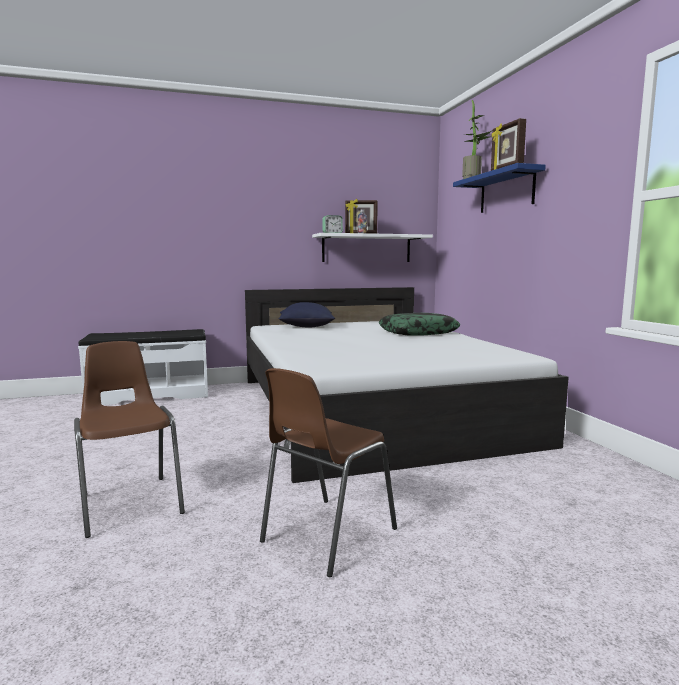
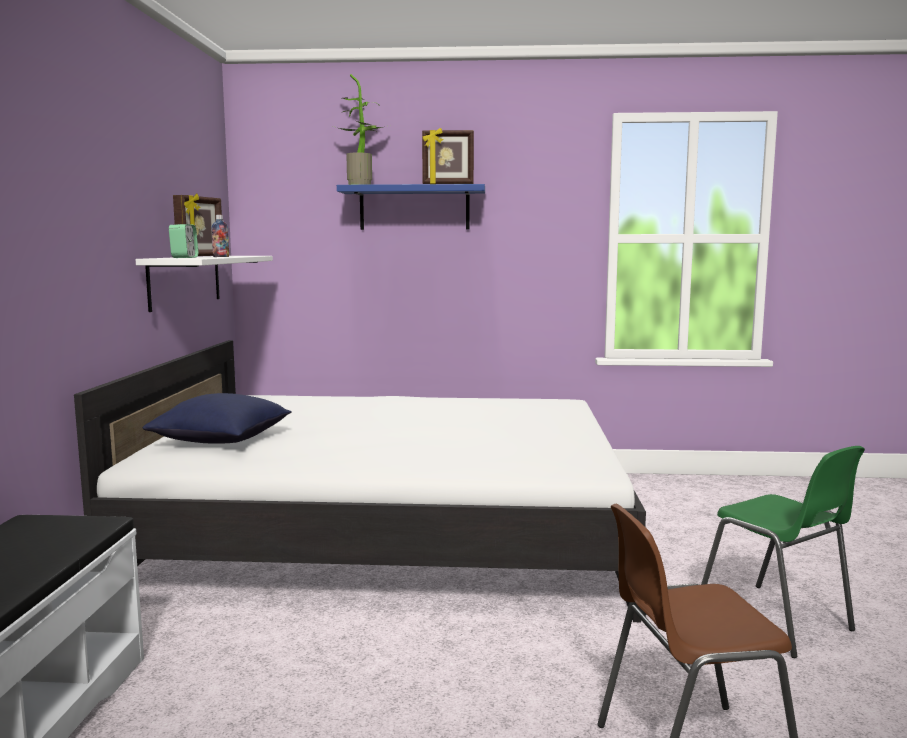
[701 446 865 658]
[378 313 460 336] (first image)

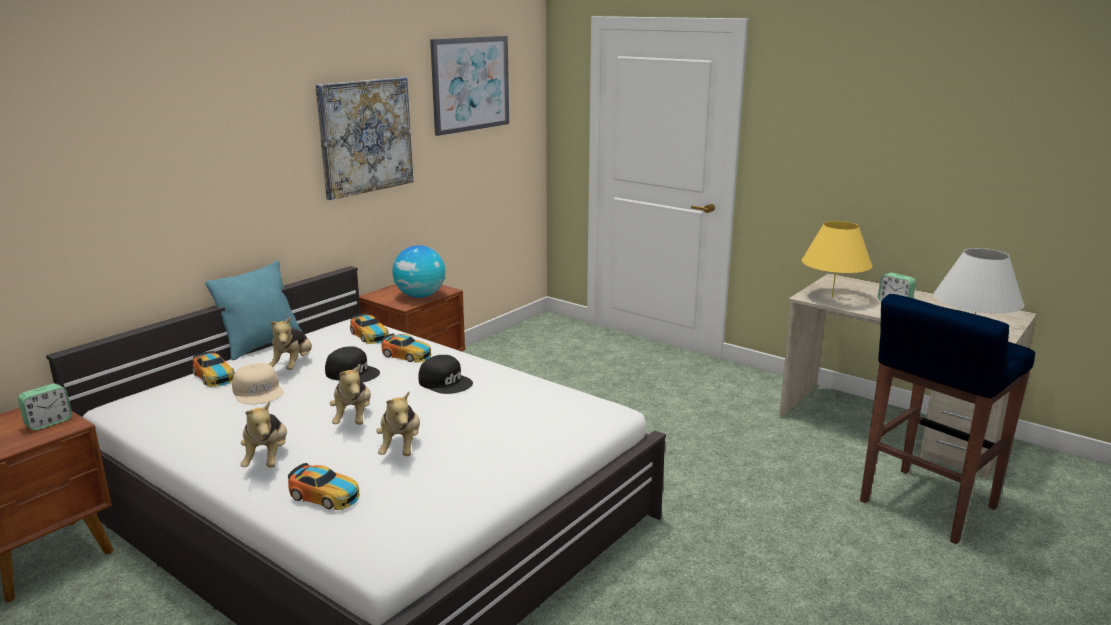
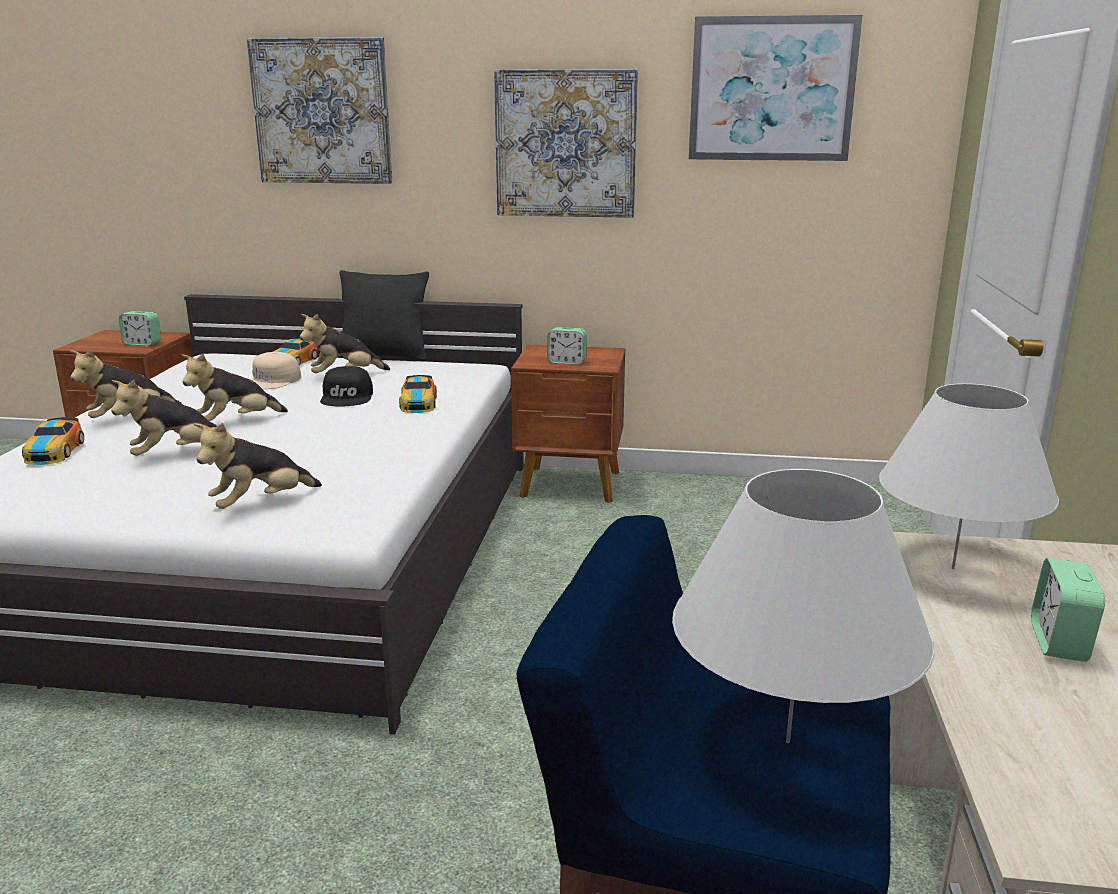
[337 270 429 361]
[350 313 389 344] (first image)
[547 327 587 365]
[418 355 473 394] (first image)
[879 383 1059 569]
[194 423 322 509]
[247 37 393 184]

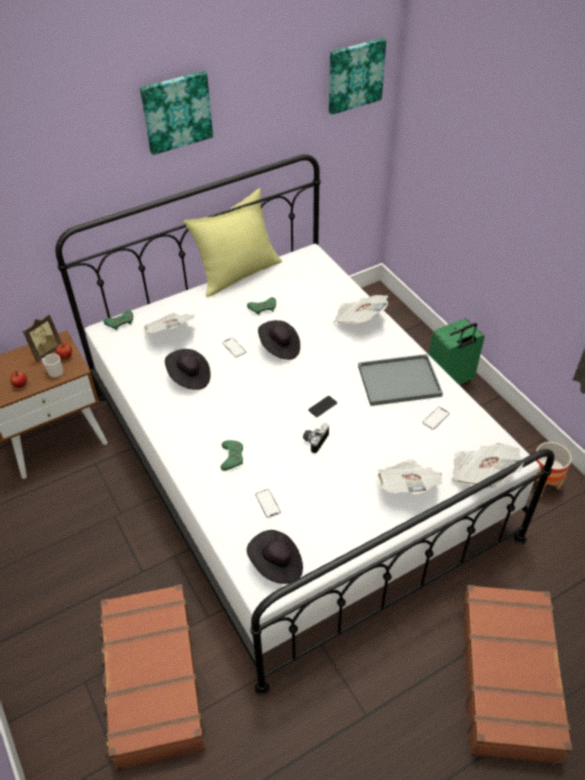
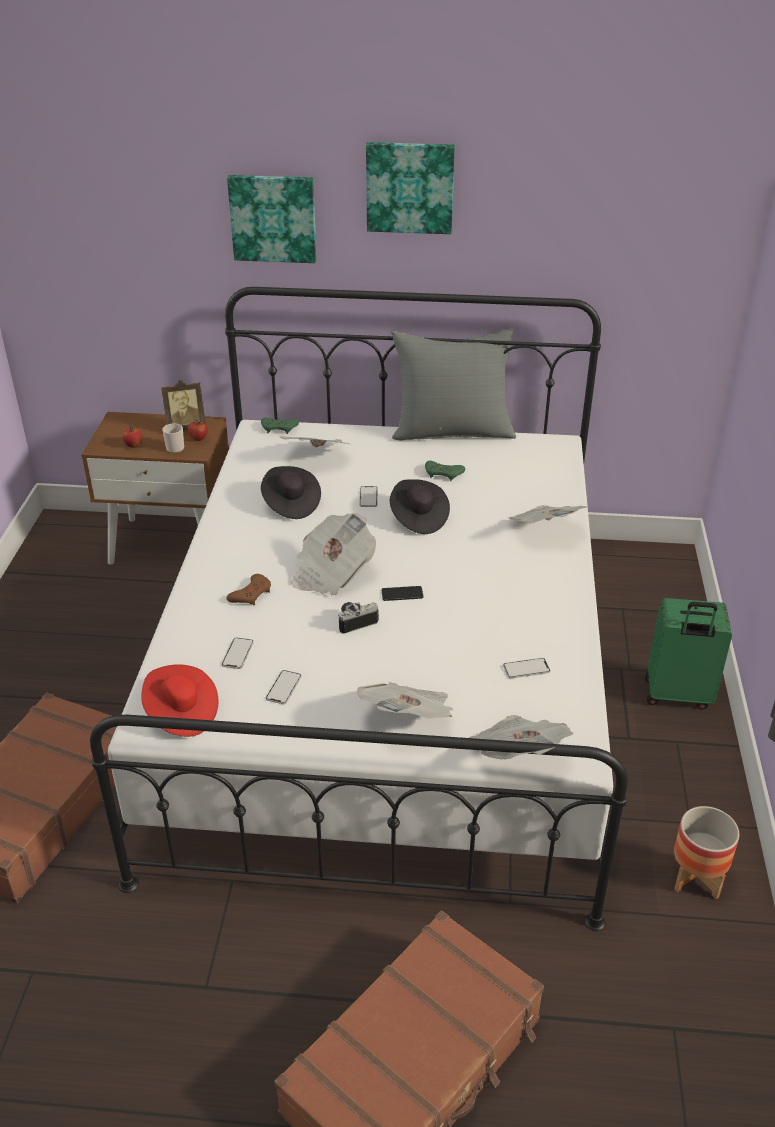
[391 328 516 440]
[226 574 271 605]
[141 664 219 737]
[227 175 317 263]
[358 354 443 406] (first image)
[266 670 302 704]
[291 513 376 595]

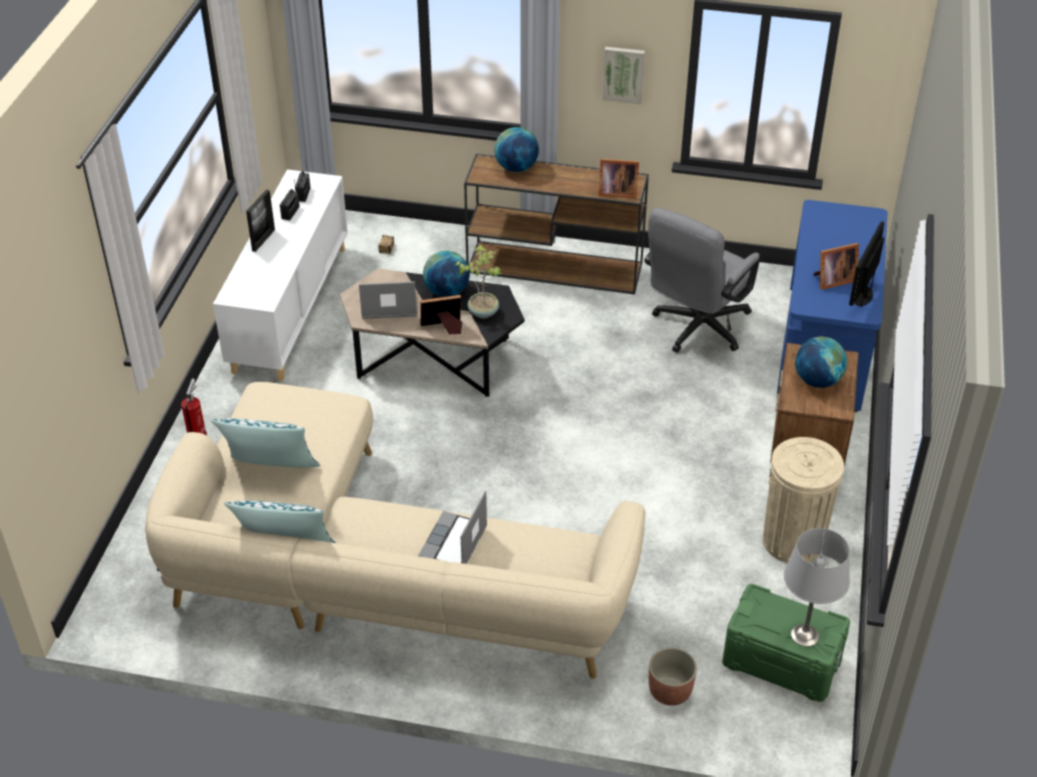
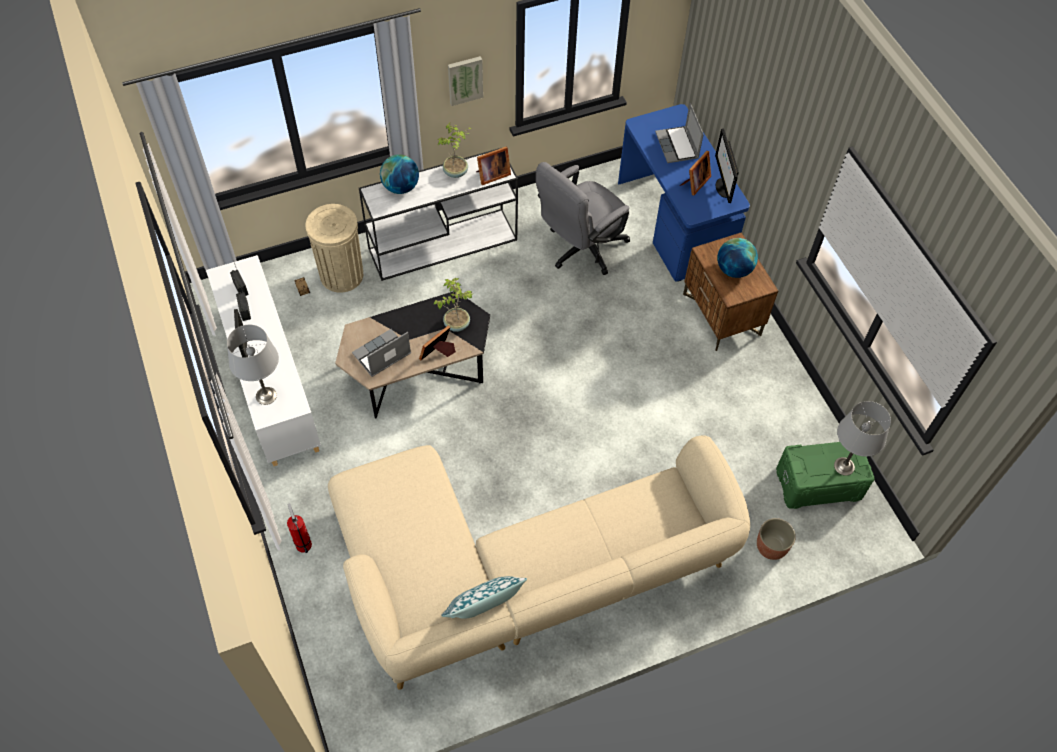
[211 419 320 468] (first image)
[655 103 704 163]
[423 251 470 297] (first image)
[359 148 518 281]
[536 162 630 275]
[305 204 363 293]
[227 325 279 405]
[437 122 471 178]

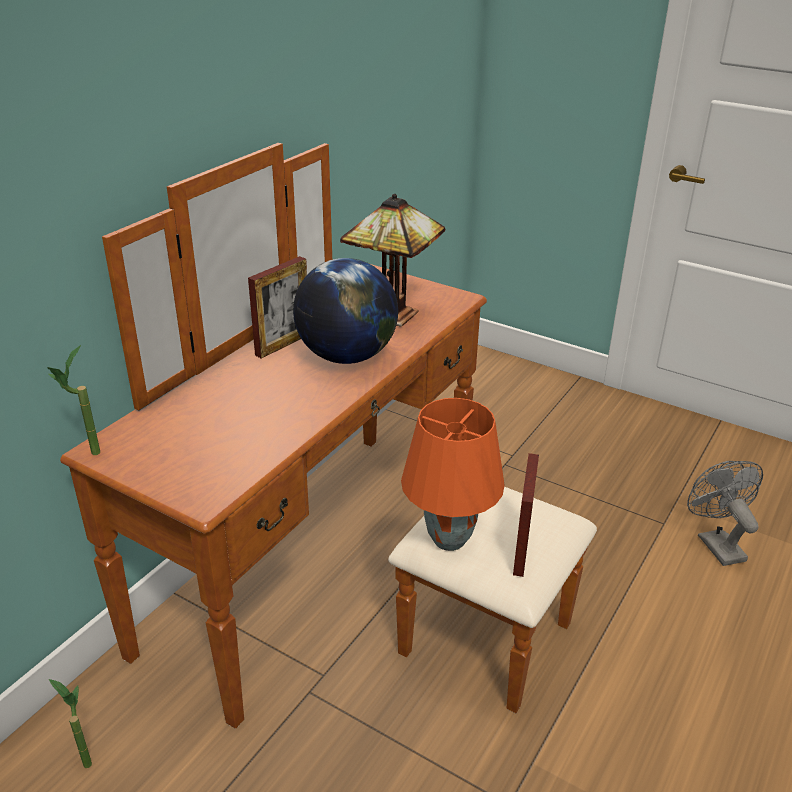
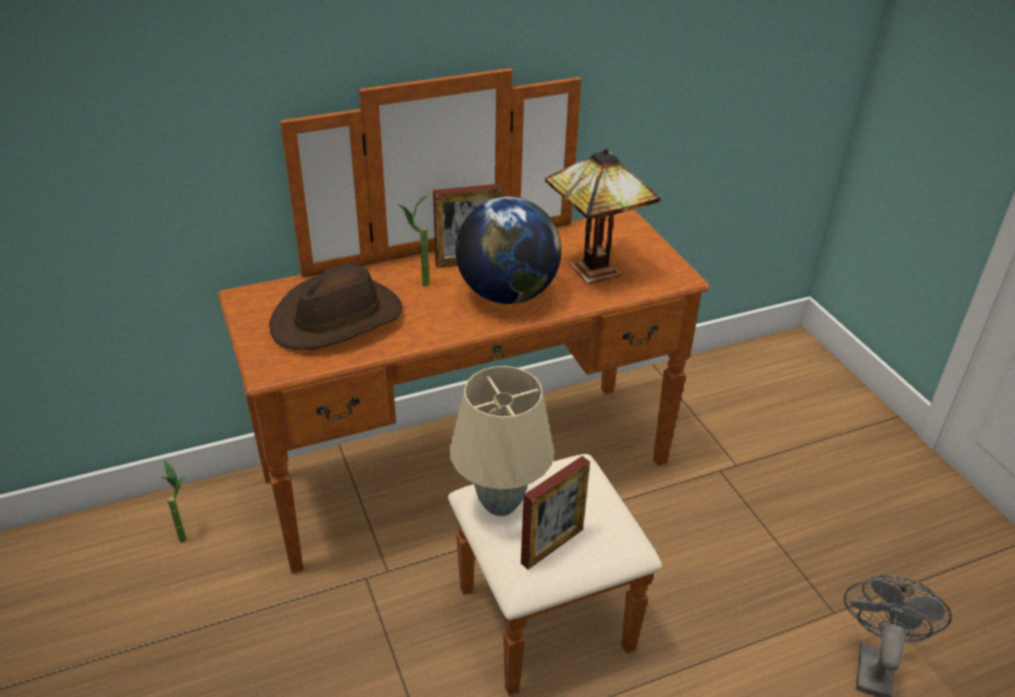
[398 194 429 286]
[450 366 554 516]
[269 264 402 350]

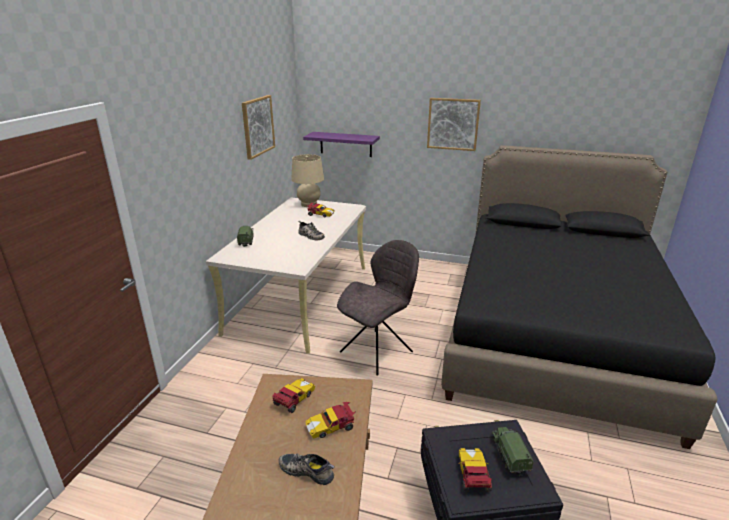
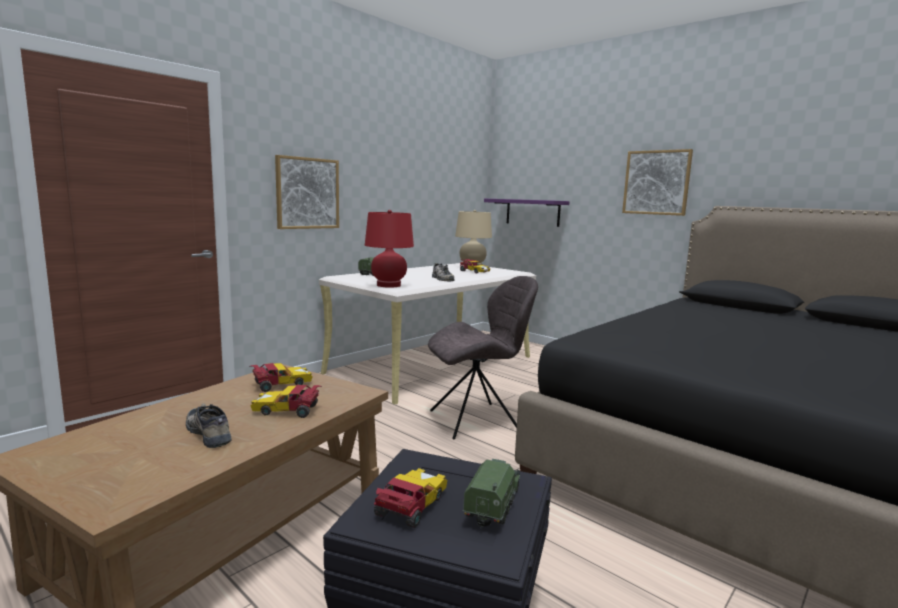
[275 155 339 229]
[365 210 414 288]

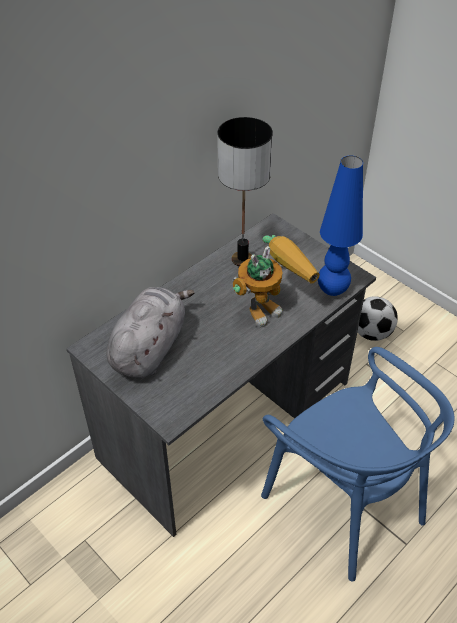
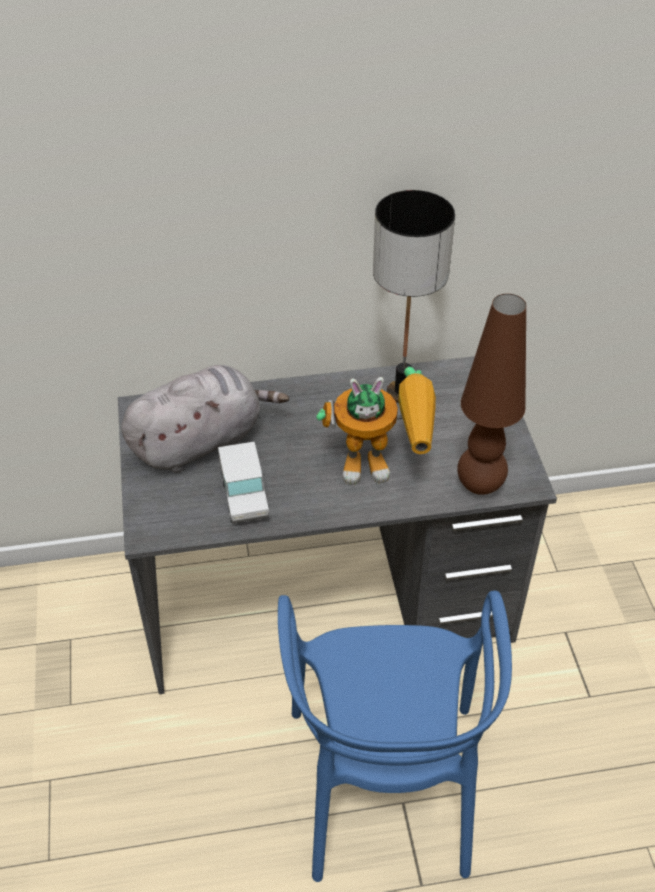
[457 294 526 495]
[358 296 398 341] (first image)
[218 441 269 524]

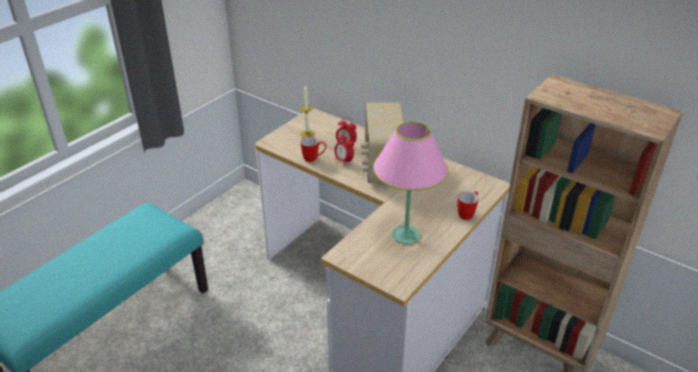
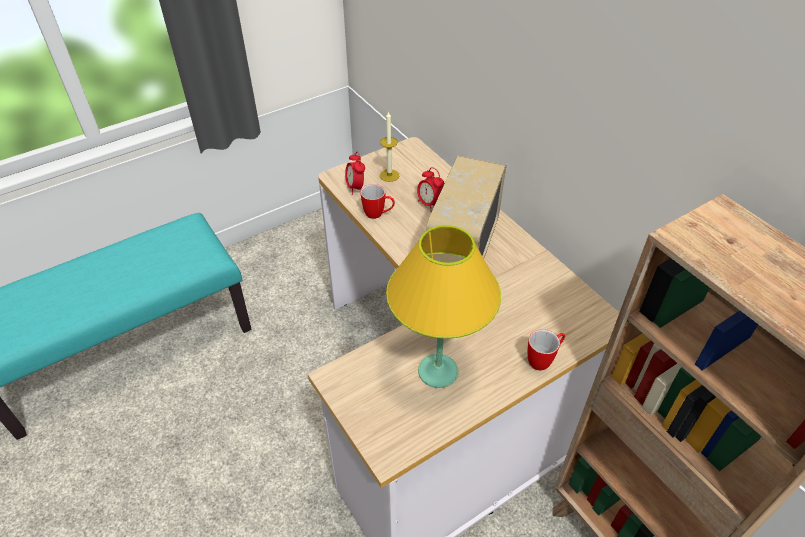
[345 152 365 195]
[386 225 501 388]

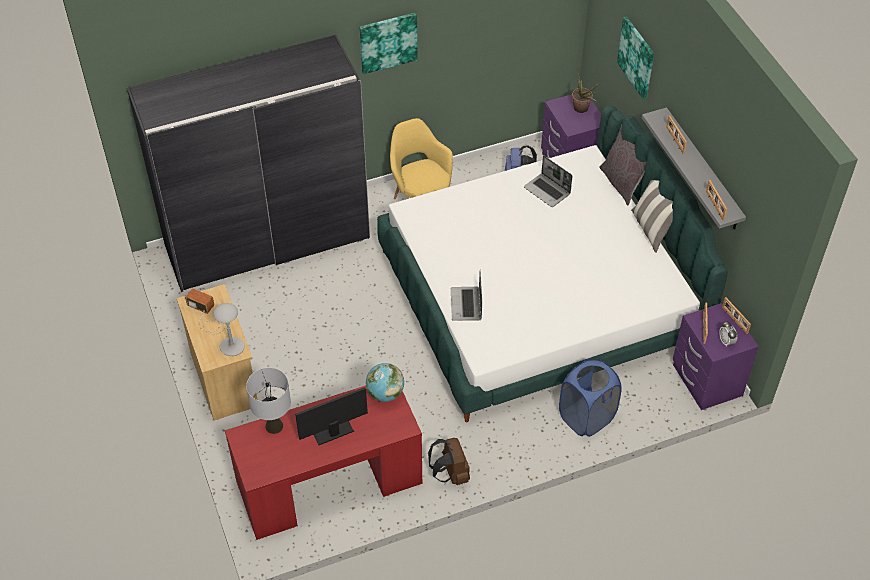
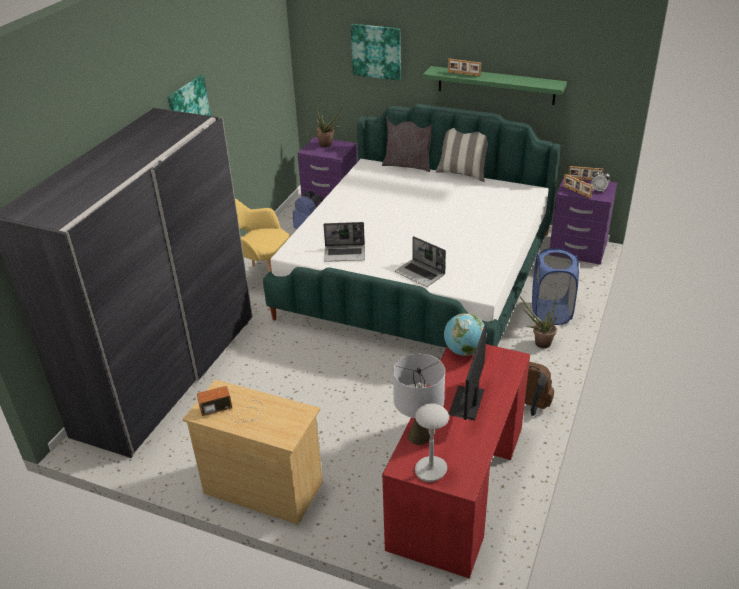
[415 403 449 482]
[323 222 365 262]
[423 66 567 105]
[706 180 727 221] (first image)
[520 296 557 348]

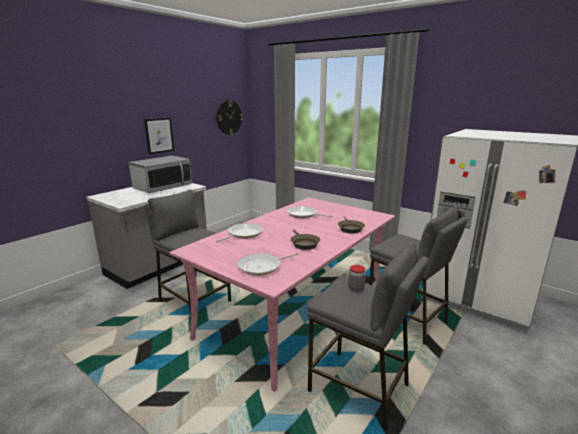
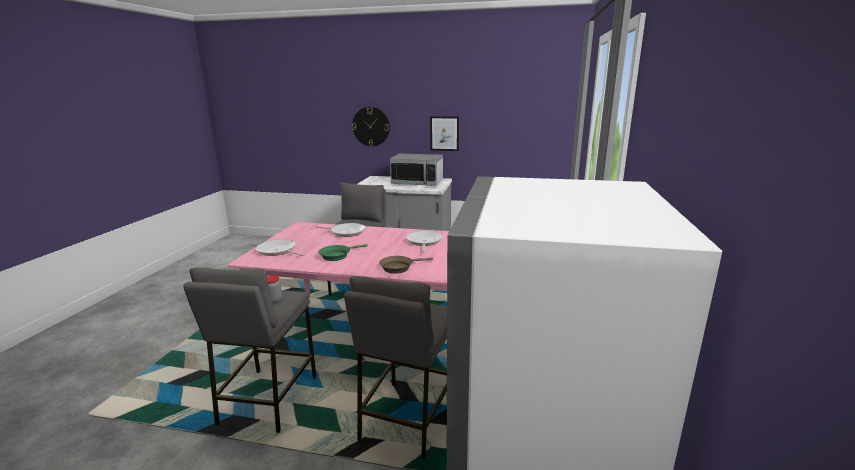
[352 107 390 147]
[318 244 368 261]

